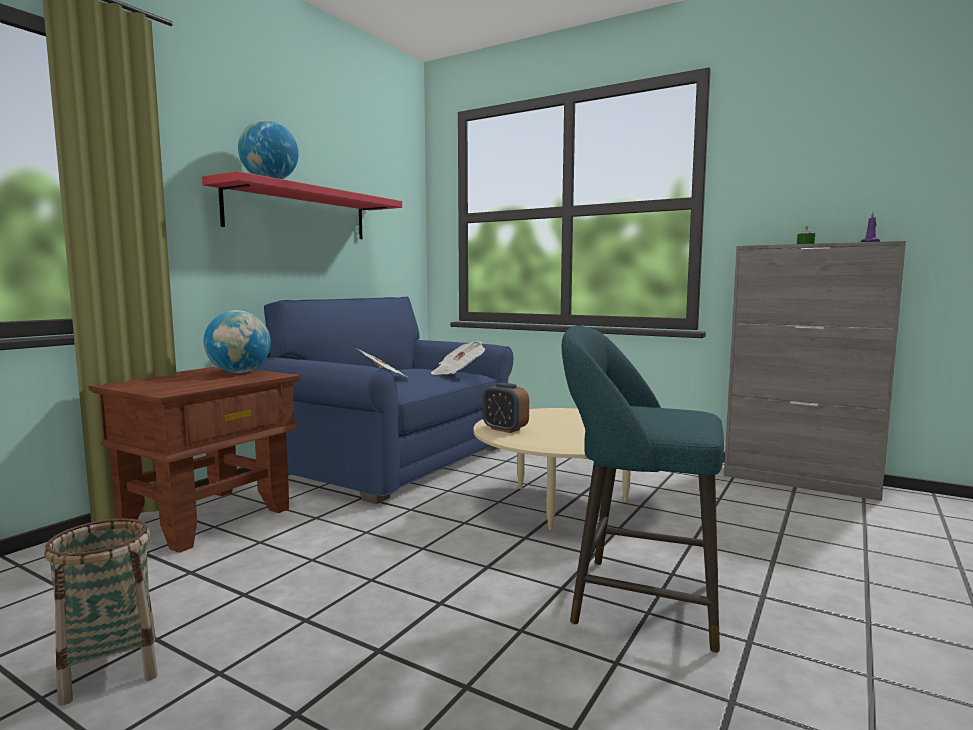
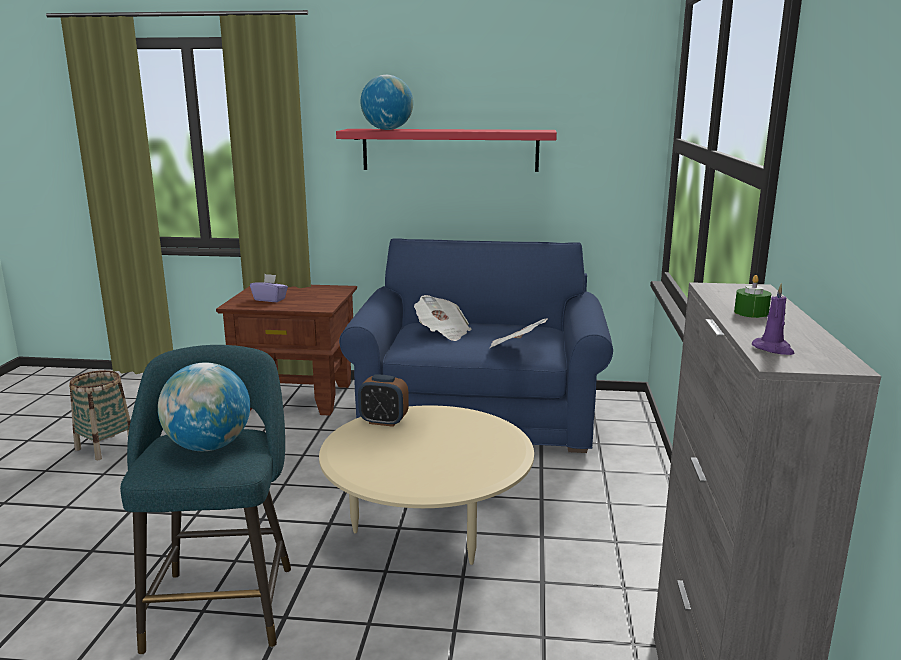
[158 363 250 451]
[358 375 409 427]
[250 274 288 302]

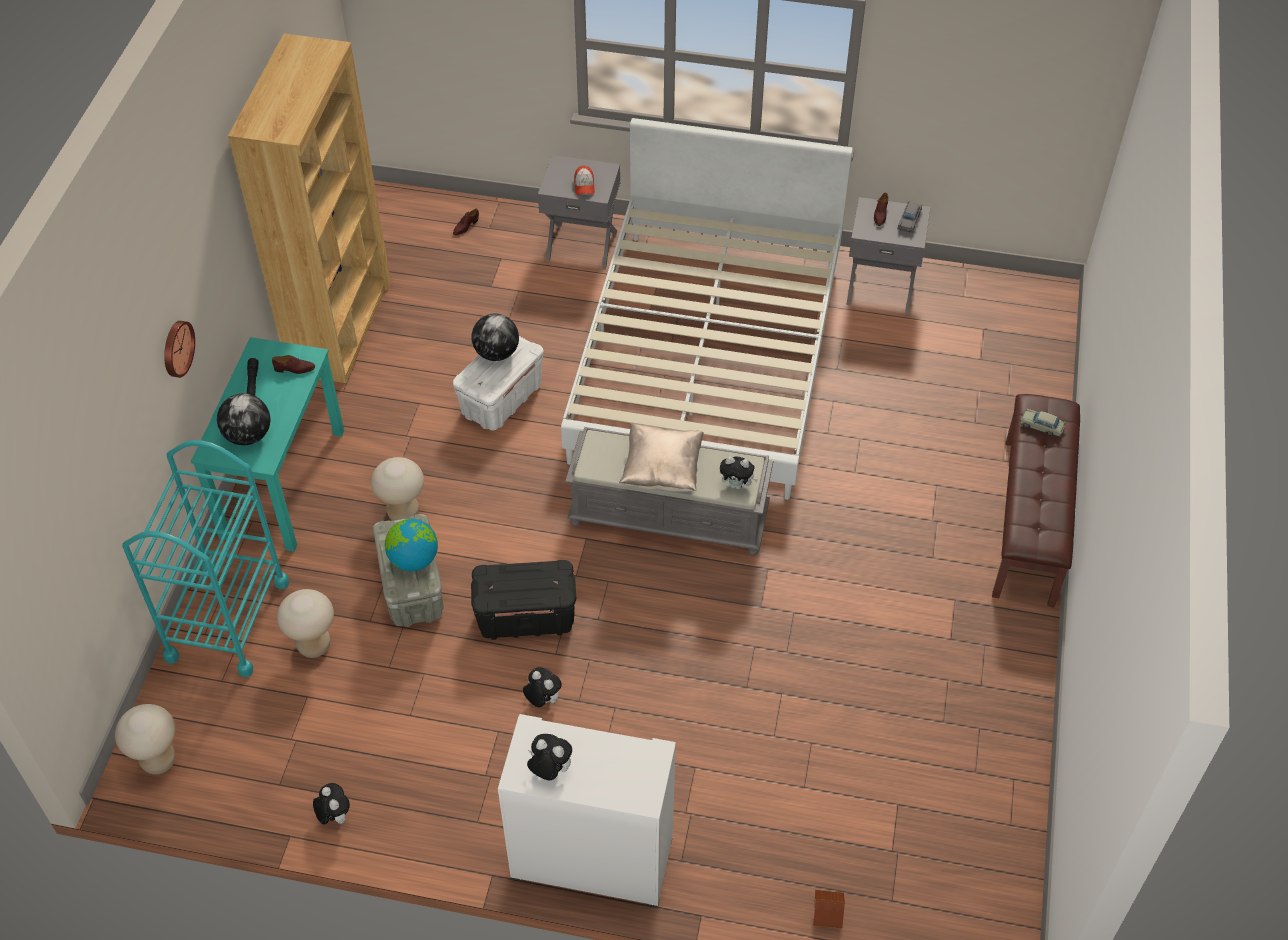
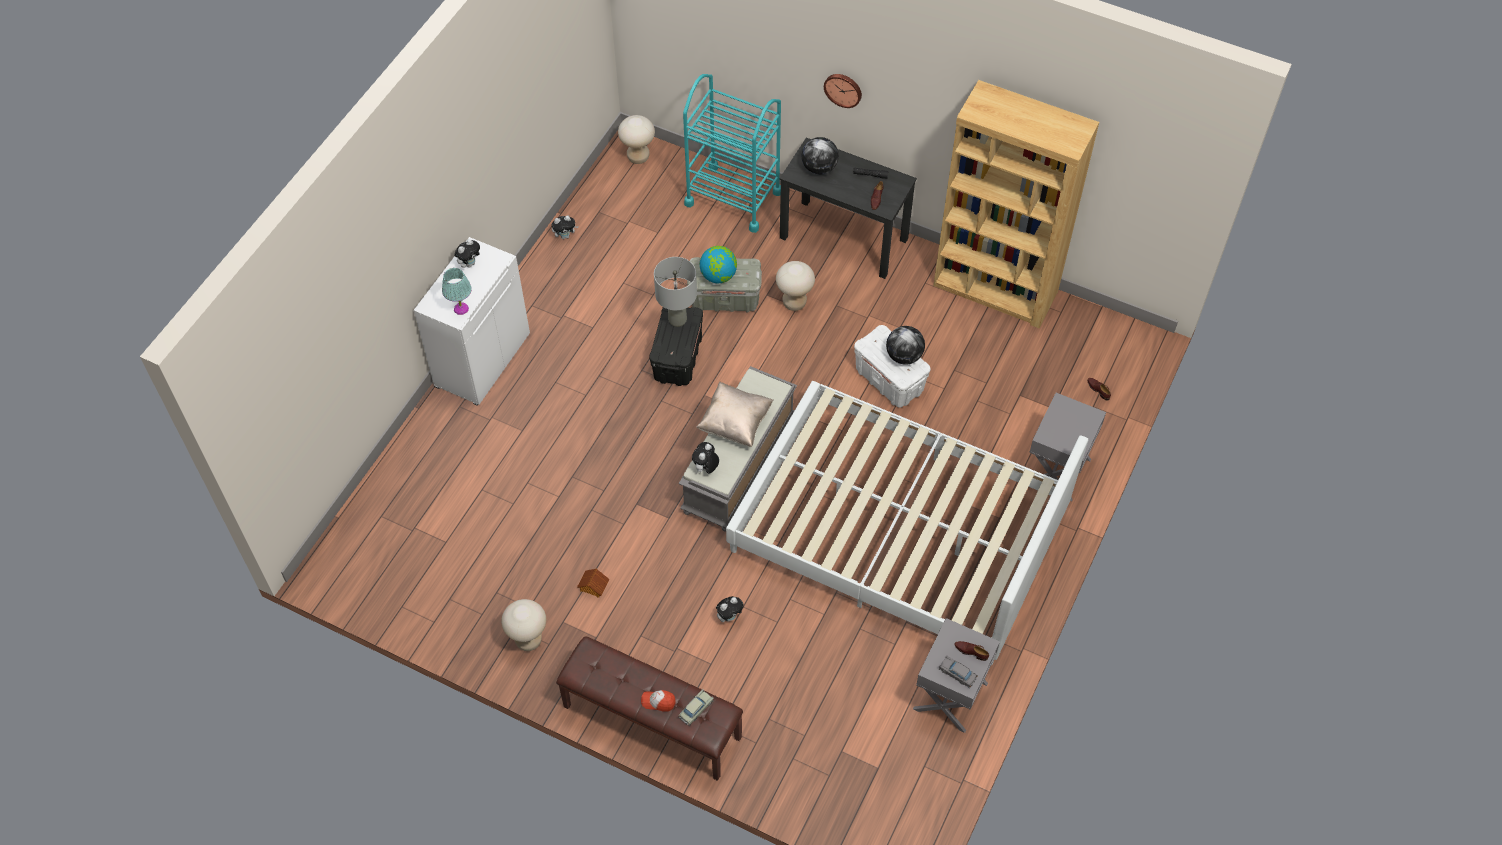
[780 138 917 279]
[501 599 546 651]
[716 596 744 622]
[641 690 676 712]
[577 568 609 598]
[442 268 472 315]
[654 257 697 327]

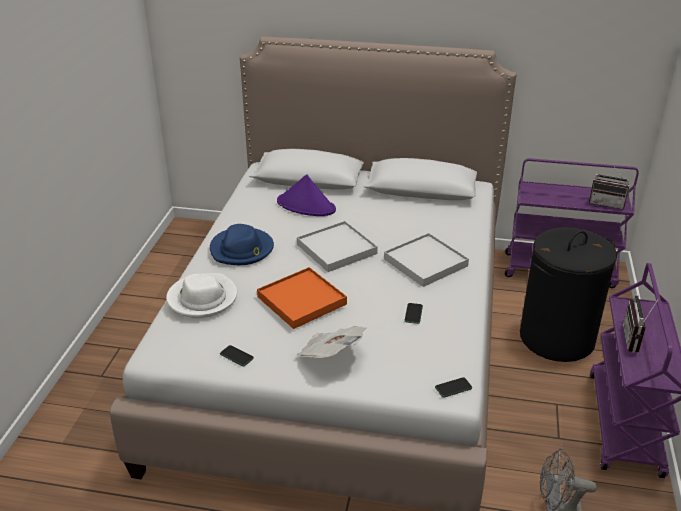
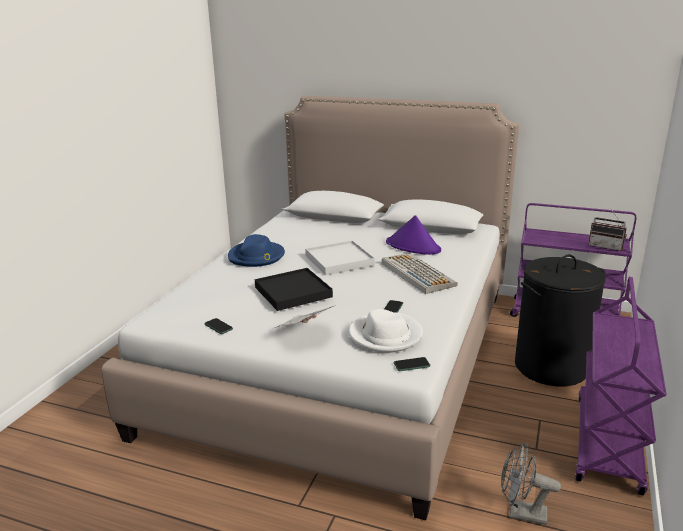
[349 309 423 353]
[255 268 333 311]
[386 215 441 255]
[382 253 458 294]
[623 294 660 353] (first image)

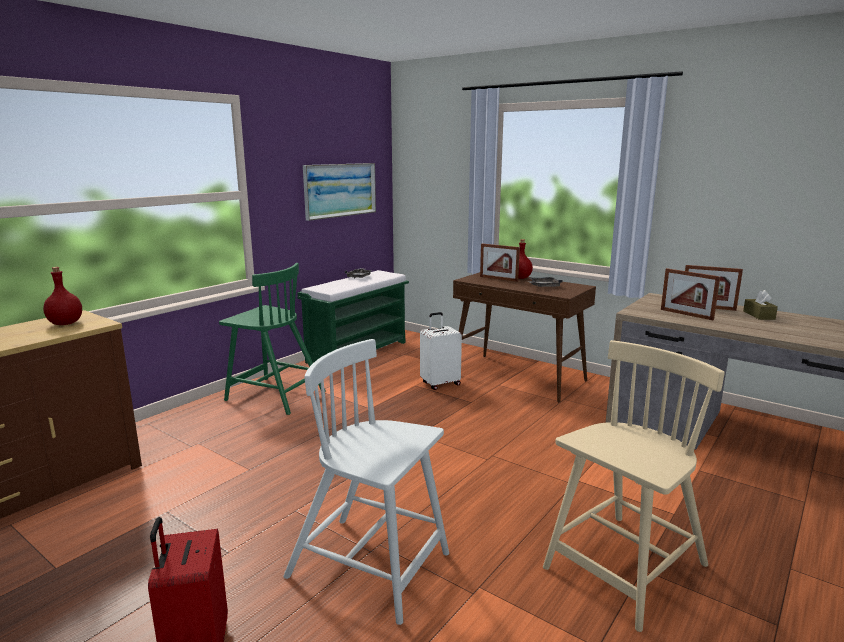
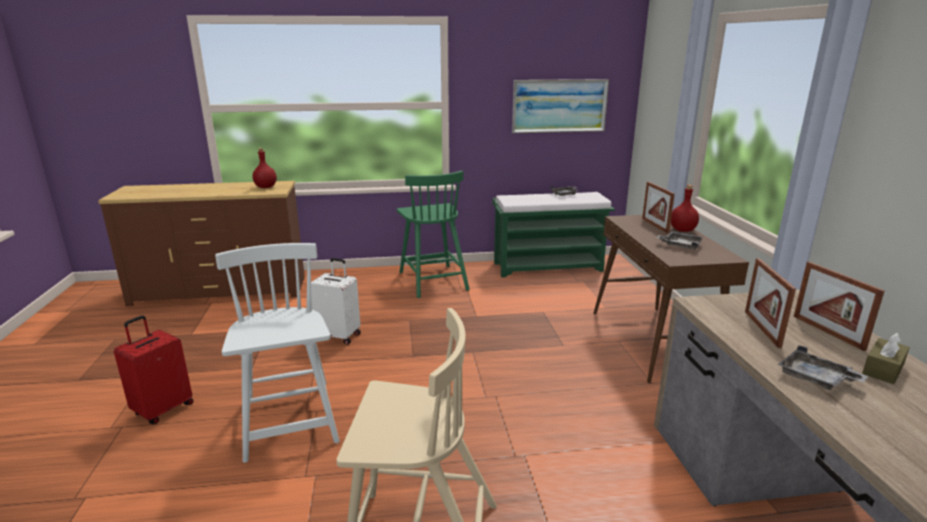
[311 258 361 345]
[778 345 869 390]

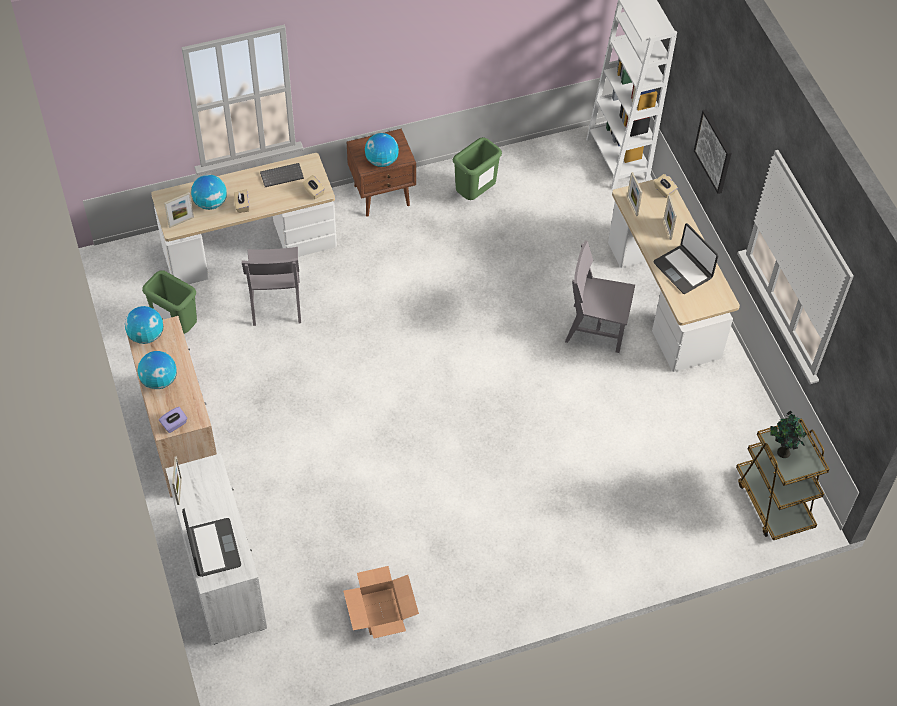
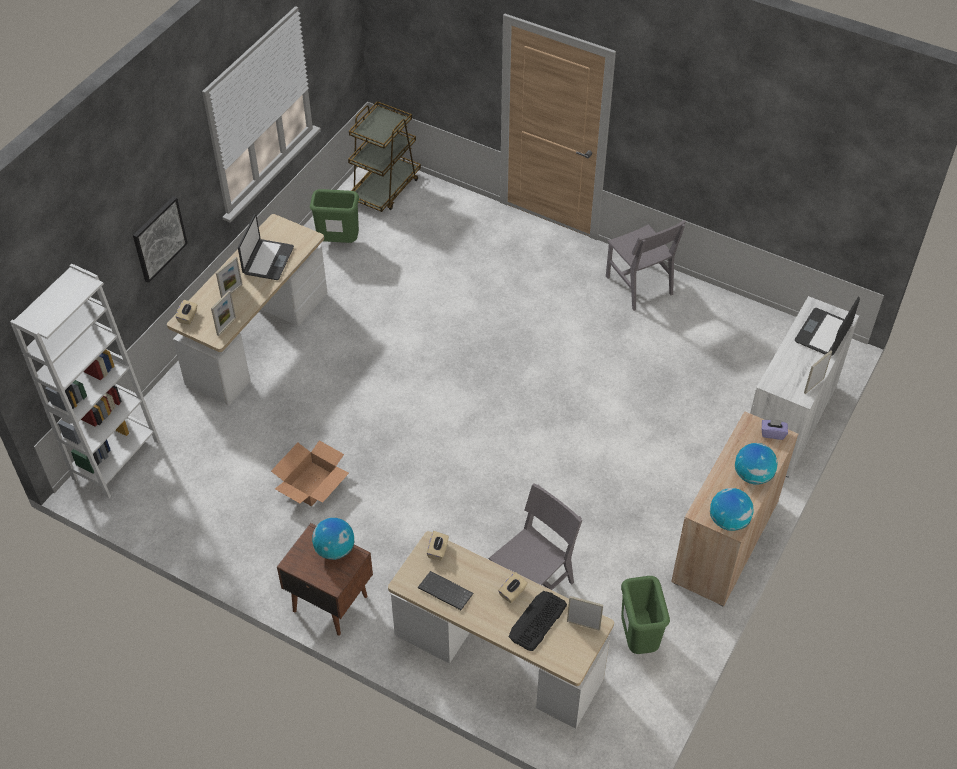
[509 591 567 651]
[271 440 349 506]
[310 189 359 243]
[606 220 686 311]
[771 411 807 458] (first image)

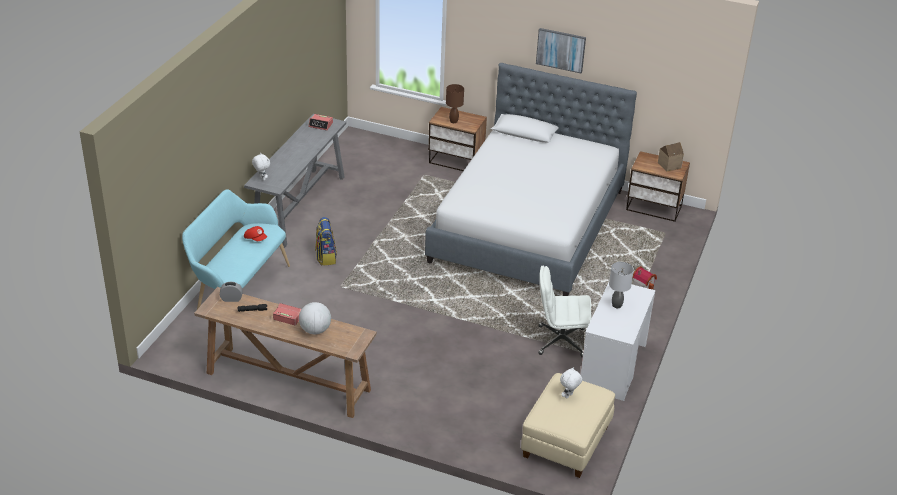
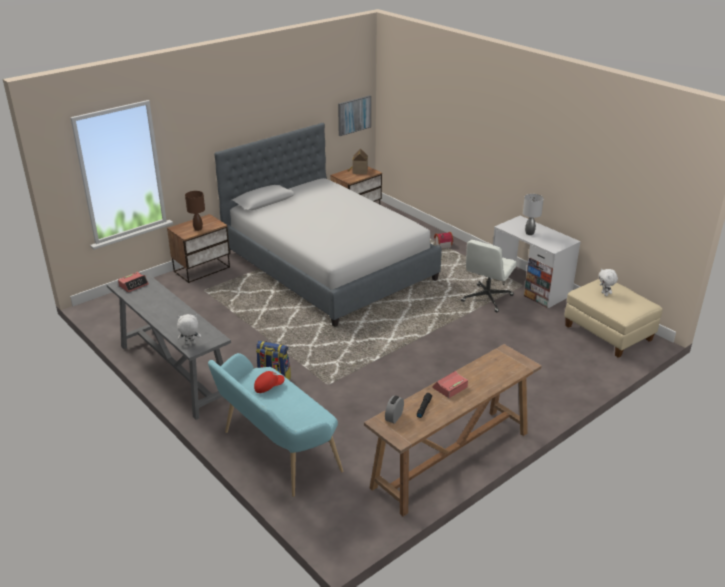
[299 302 331 334] (first image)
[338 95 371 136]

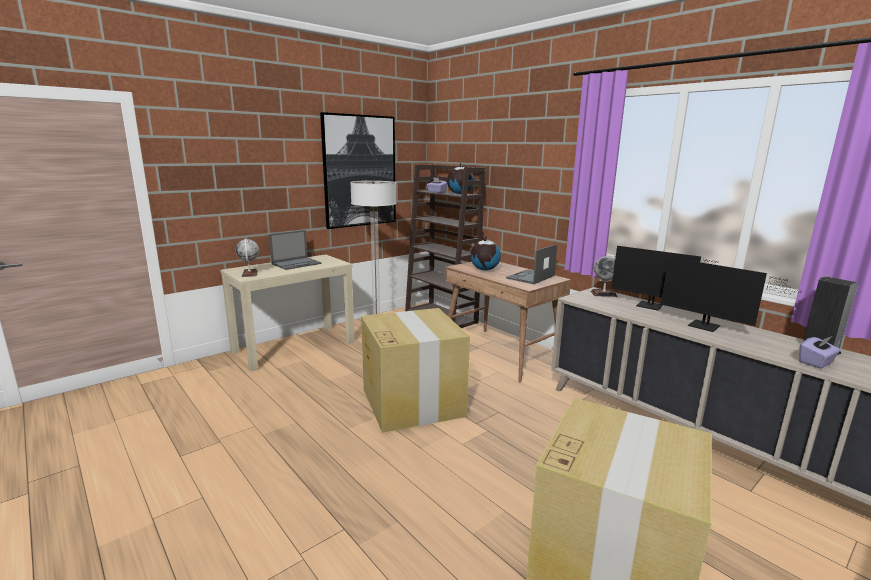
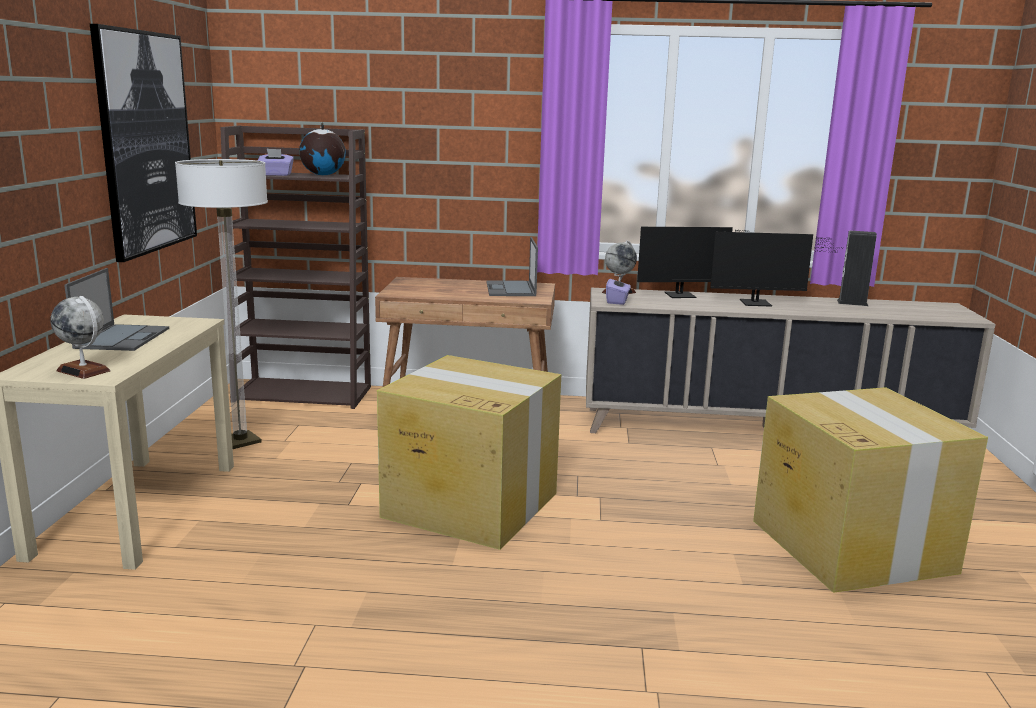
[470 236 501 270] (first image)
[606 276 631 305]

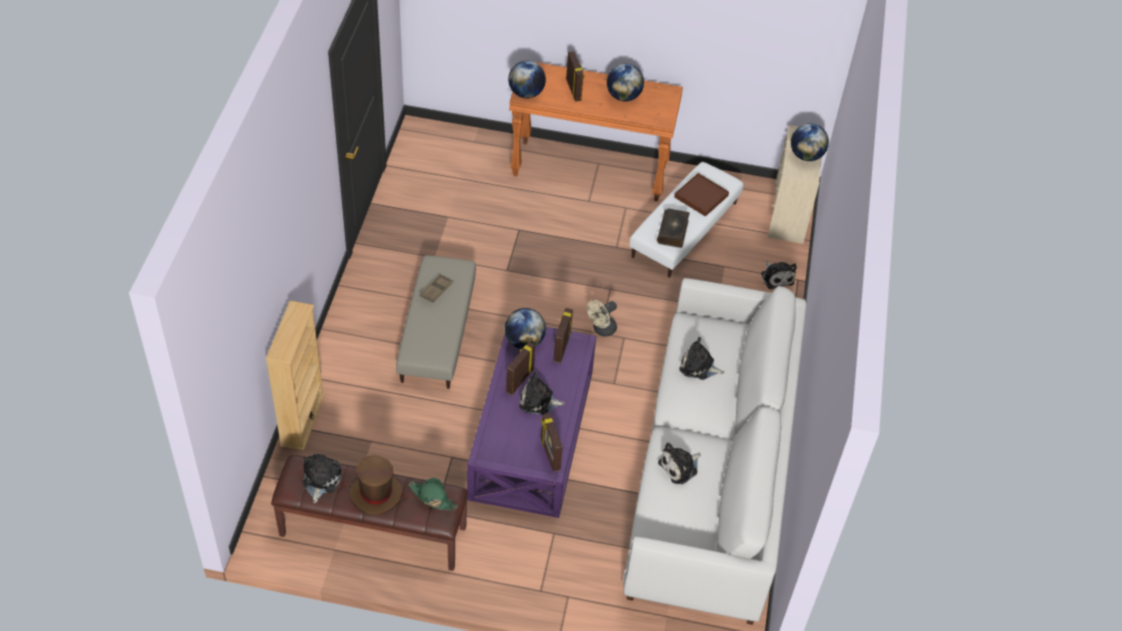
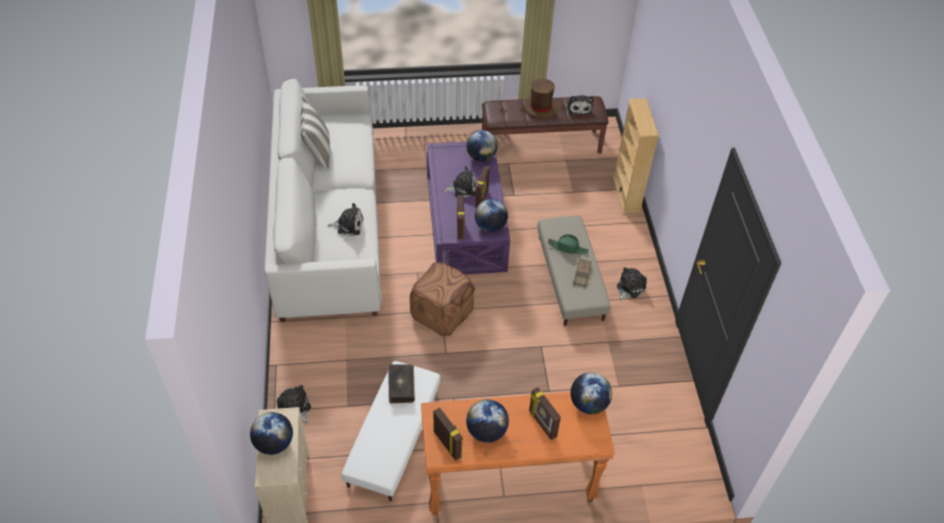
[548 234 589 254]
[433 407 463 461]
[410 262 475 336]
[617 267 647 301]
[674 173 729 217] (first image)
[301 97 330 171]
[466 130 498 161]

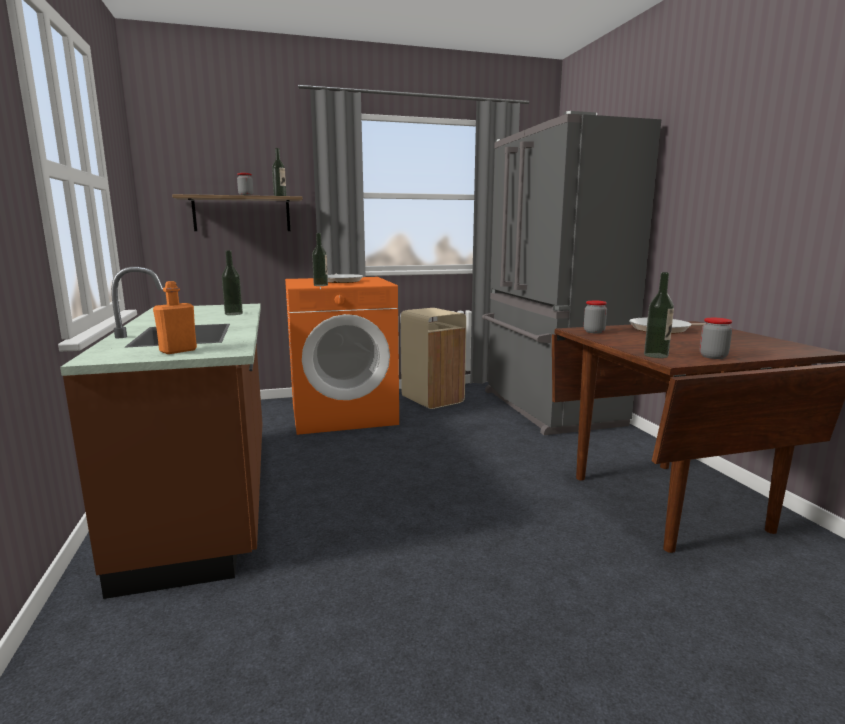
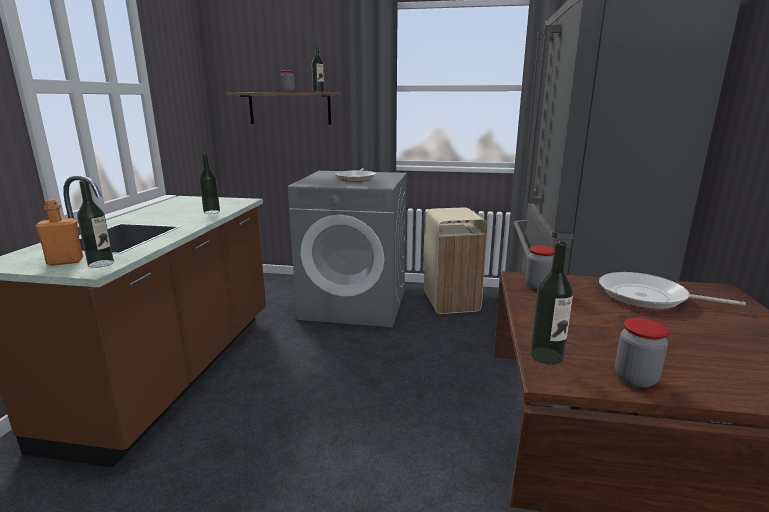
[288 171 407 327]
[77 180 114 268]

